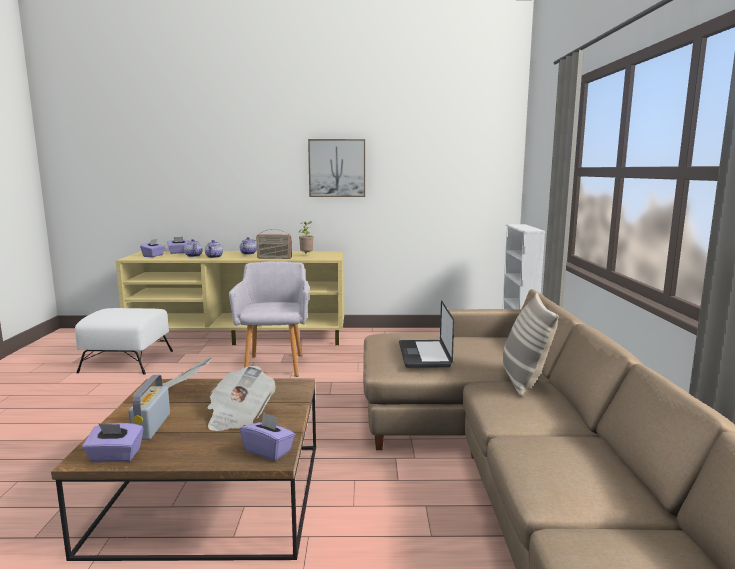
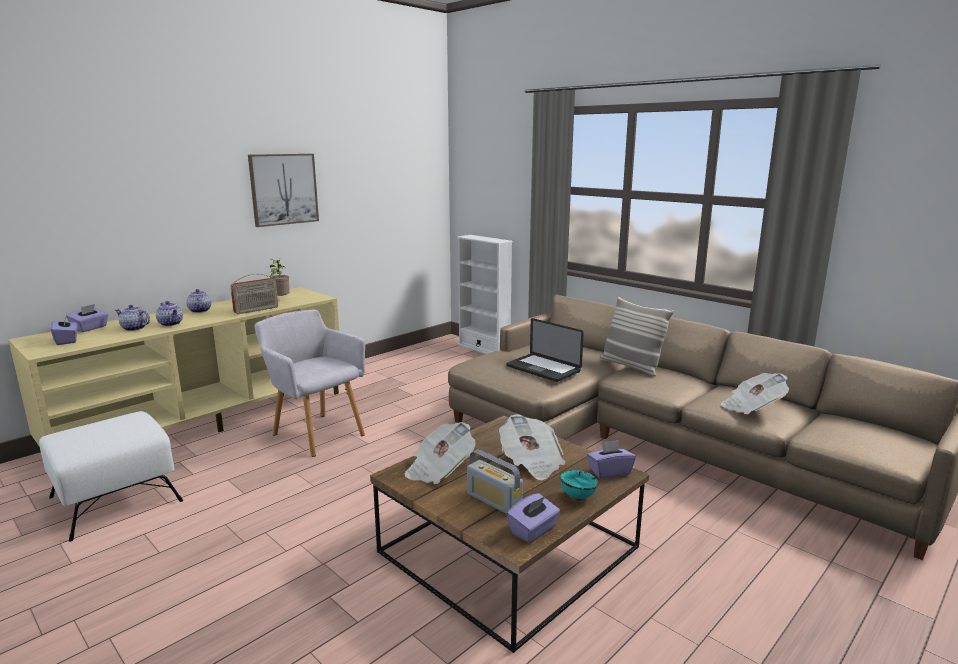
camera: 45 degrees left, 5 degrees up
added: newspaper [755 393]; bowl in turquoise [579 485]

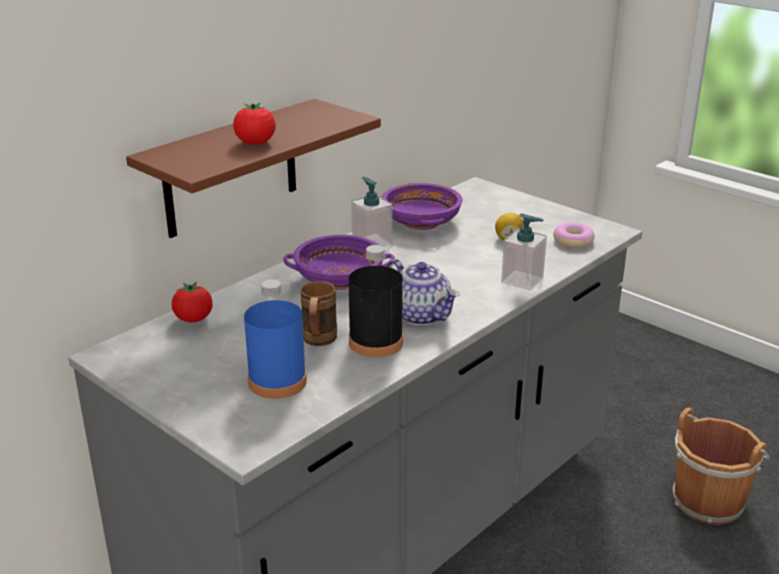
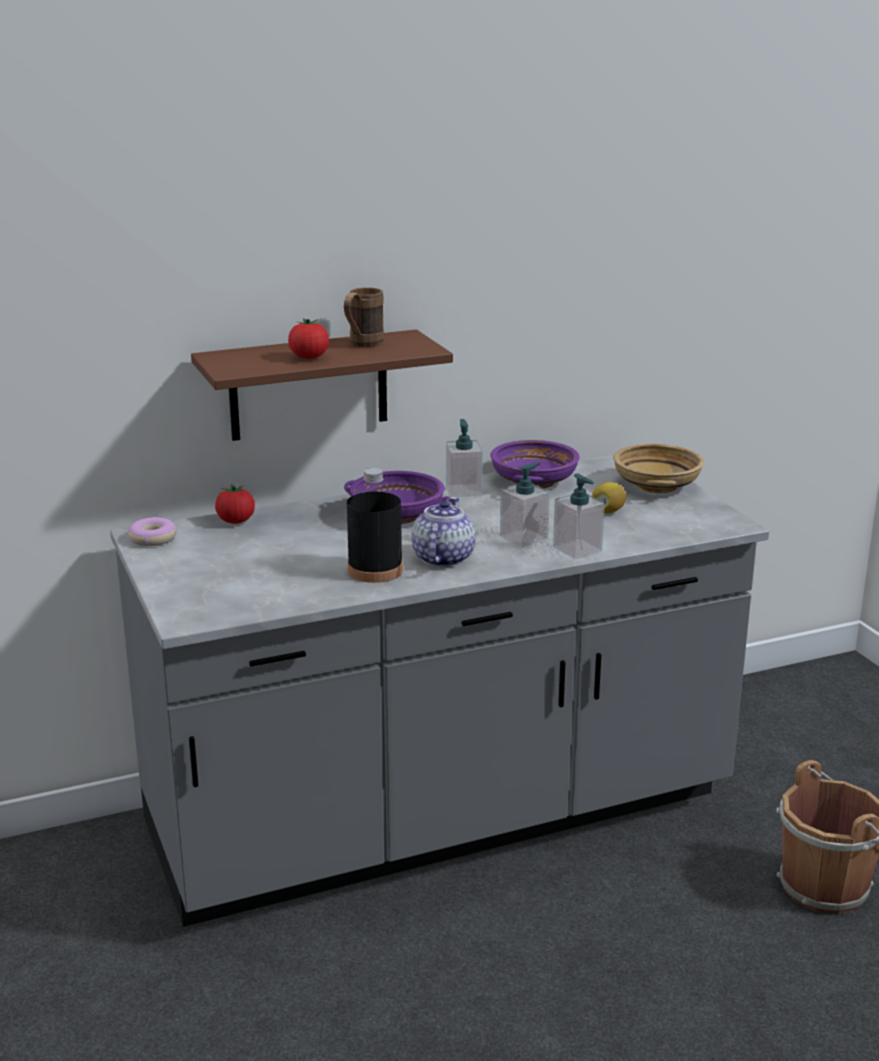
camera: 25 degrees right, 5 degrees down
removed: bottle in blue [275 339]
added: bowl in beige [658 468]; soap dispenser [525 504]
moved: donut [574 235] to [152 531]; mug in brown [318 313] to [364 317]
turned: teapot [422 292] = [444 532] 150 degrees counterclockwise

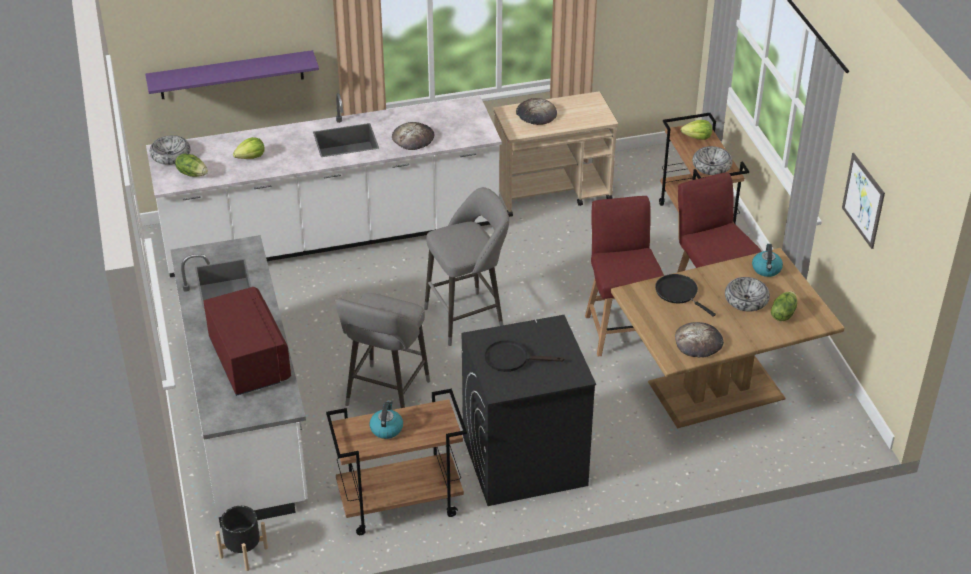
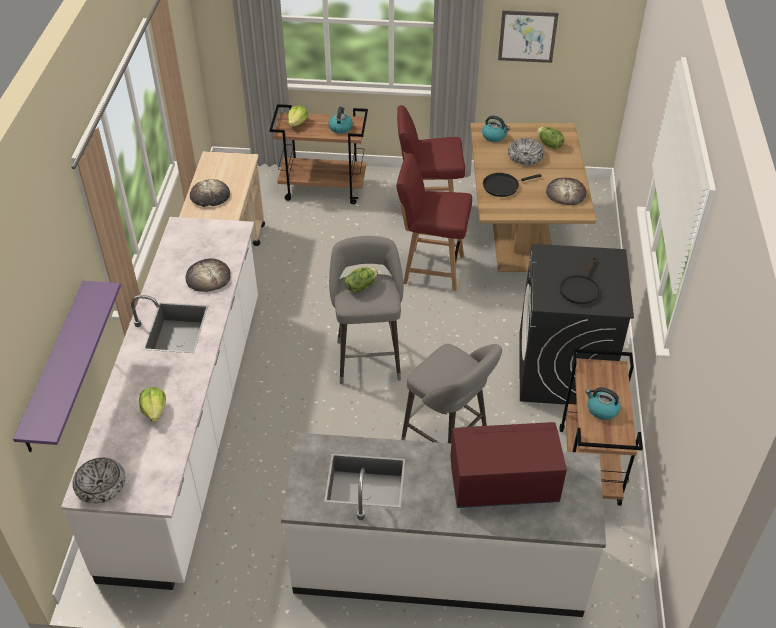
camera: 70 degrees left, 5 degrees up
removed: planter in black [242 538]
moved: lettuce [191 165] to [361 279]
replaced: bowl [712 160] to kettle [340 120]

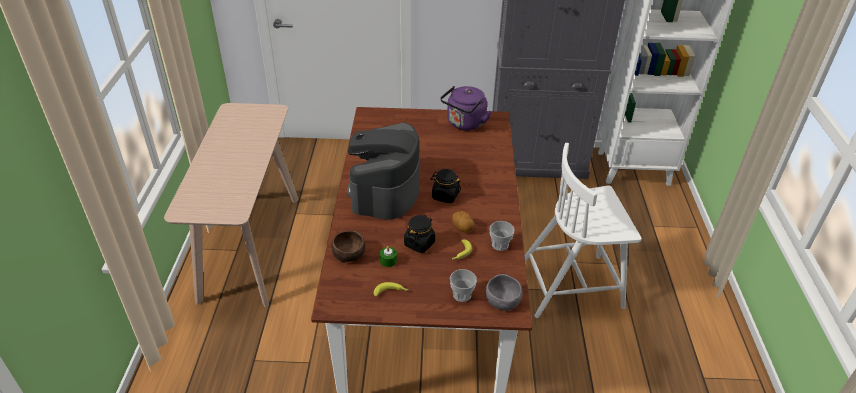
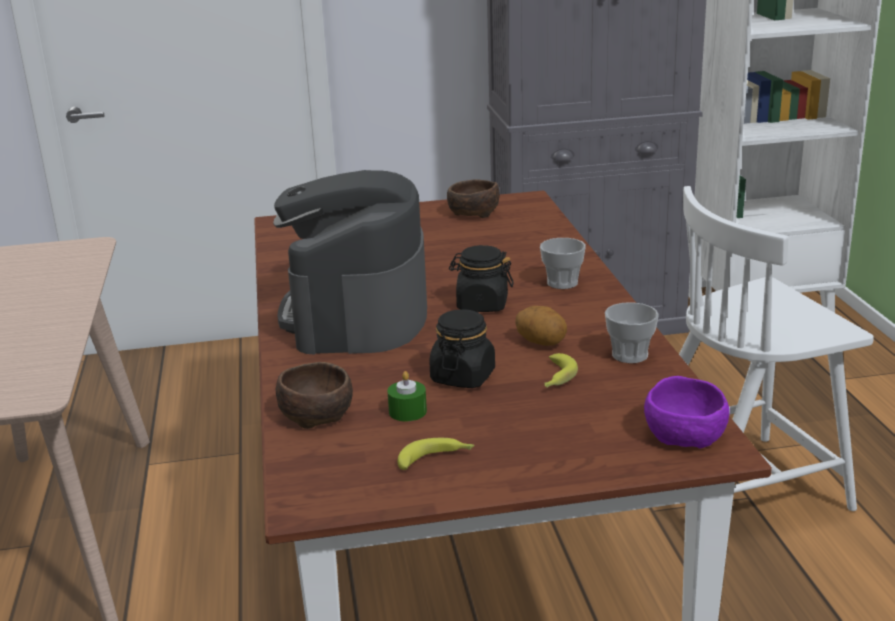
camera: 10 degrees left, 15 degrees down
moved: cup [463 285] to [563 263]
replaced: kettle in purple [466 108] to bowl in brown [473 198]
recoloured: bowl in grey [504 292] to bowl in purple [687 412]

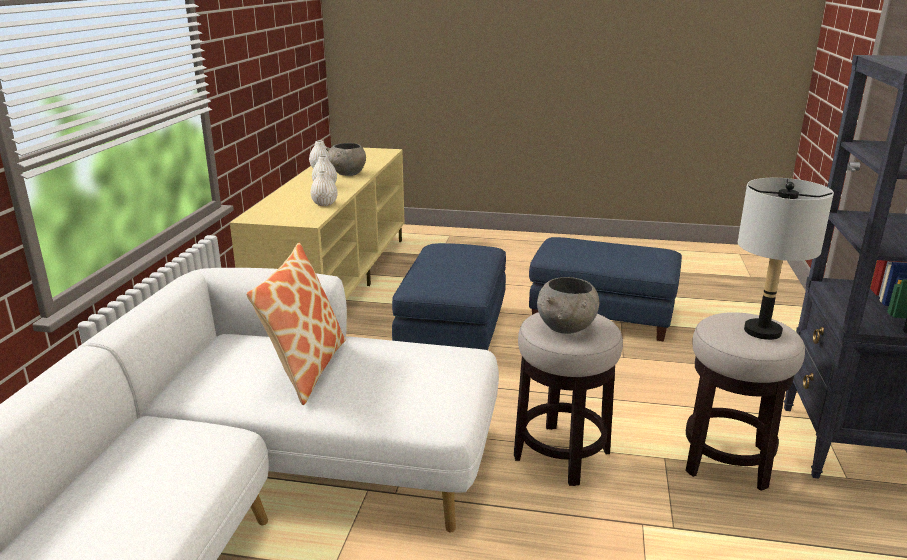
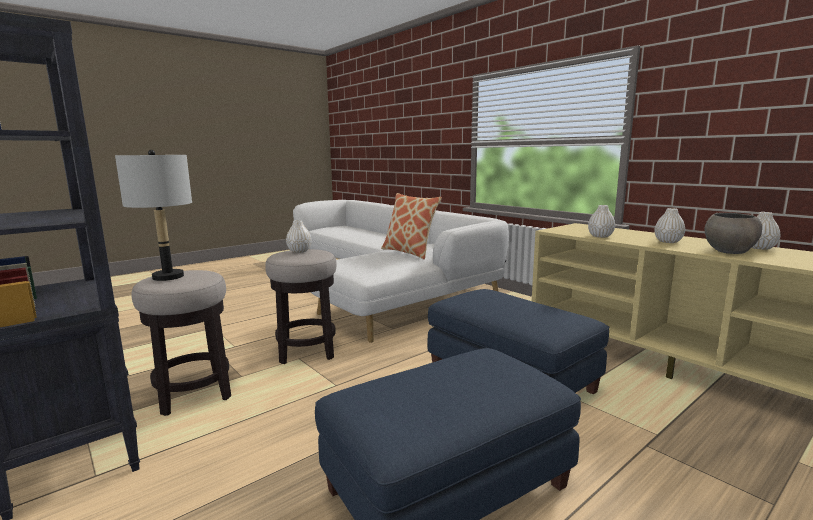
camera: 130 degrees right, 10 degrees down
replaced: bowl in grey [568 305] to vase in white [299 236]

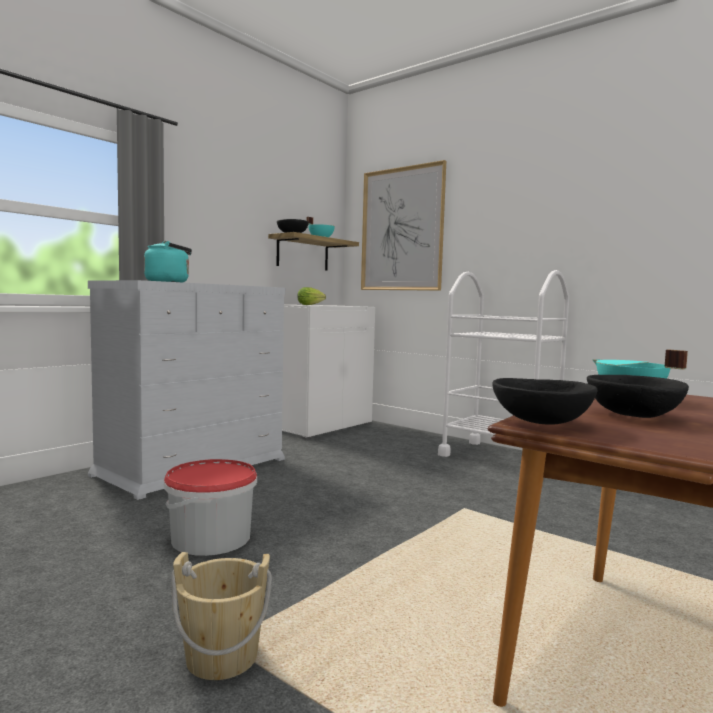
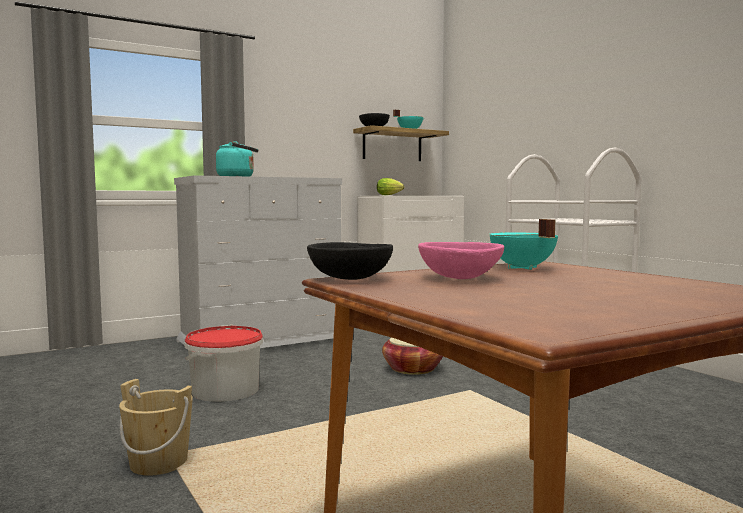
camera: 20 degrees right, 0 degrees up
removed: picture [403 225]
added: basket [412 356]
recoloured: bowl in black [638 396] to bowl in pink [461 260]

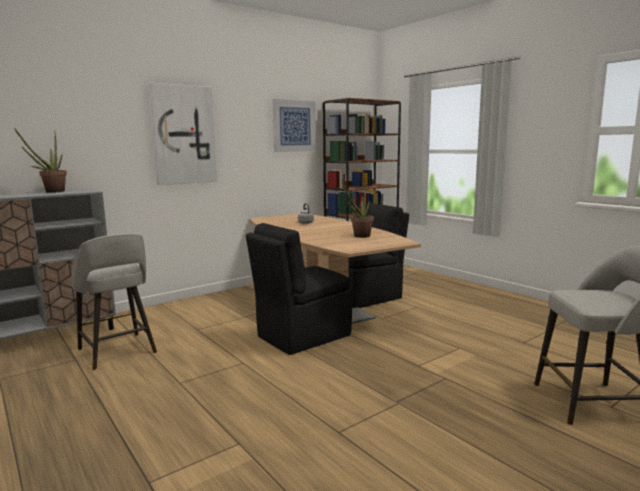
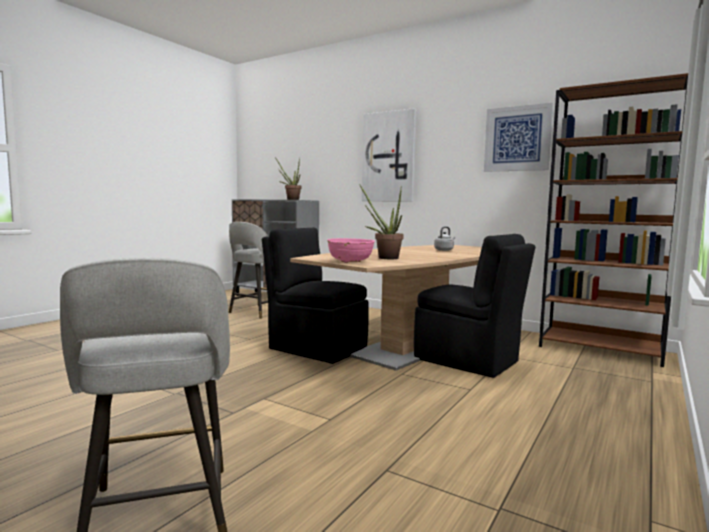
camera: 70 degrees right, 5 degrees down
added: bowl in pink [351 250]

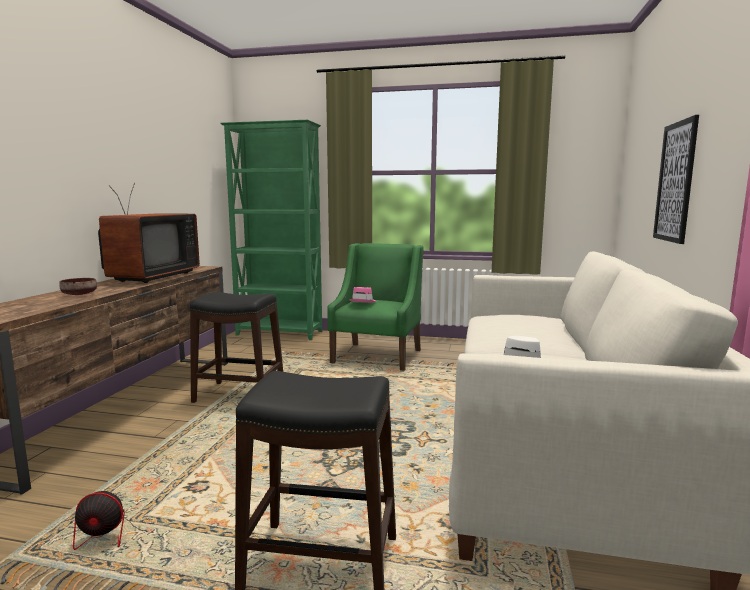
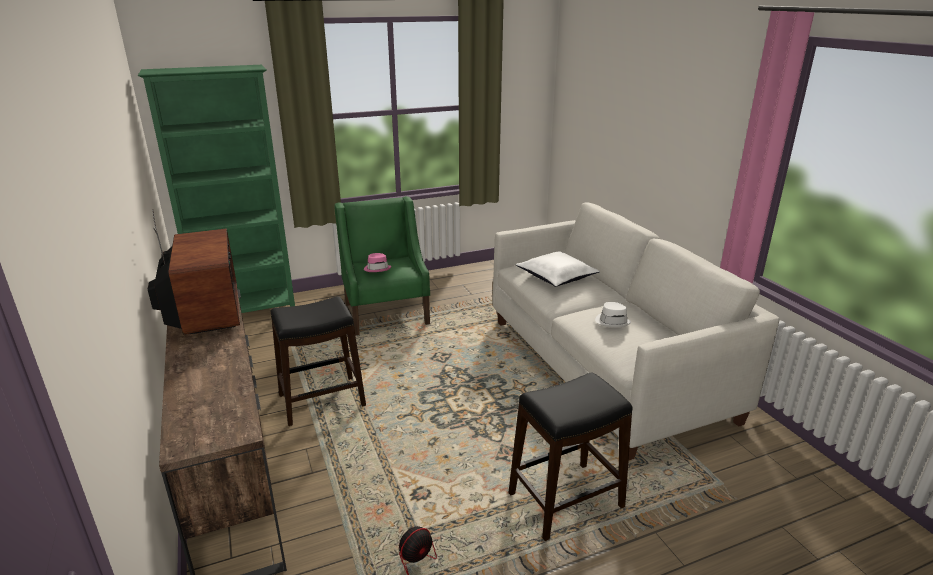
camera: 35 degrees left, 15 degrees up
removed: picture [676 179]; bowl in brown [78 286]
added: pillow in white [557 269]

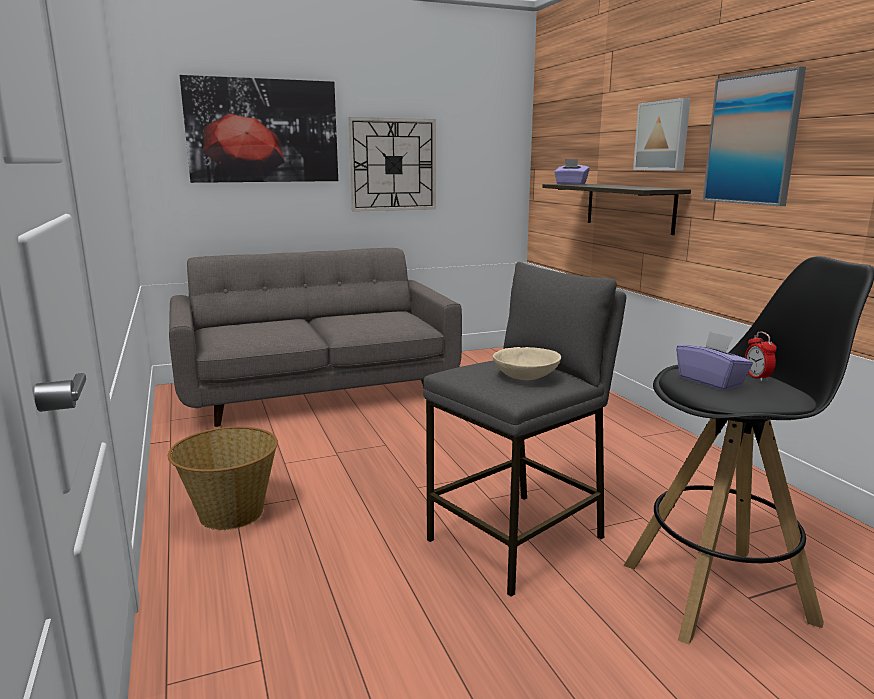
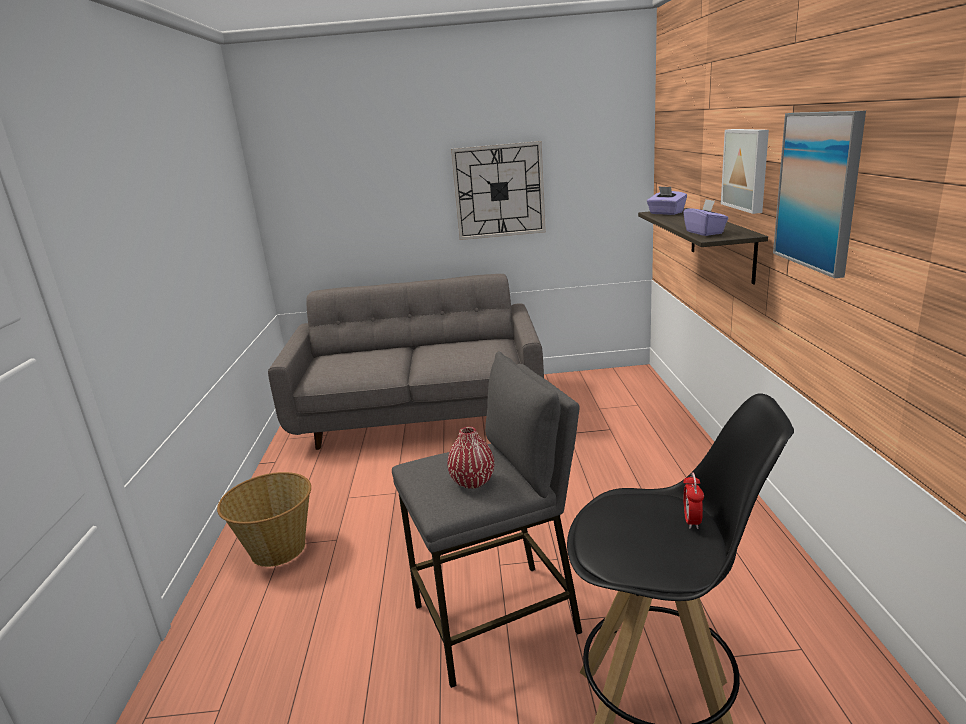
camera: 20 degrees right, 5 degrees up
removed: picture [259 129]
moved: tissue box in purple [714 360] to [705 217]
replaced: bowl in beige [527 363] to vase in red [470 458]

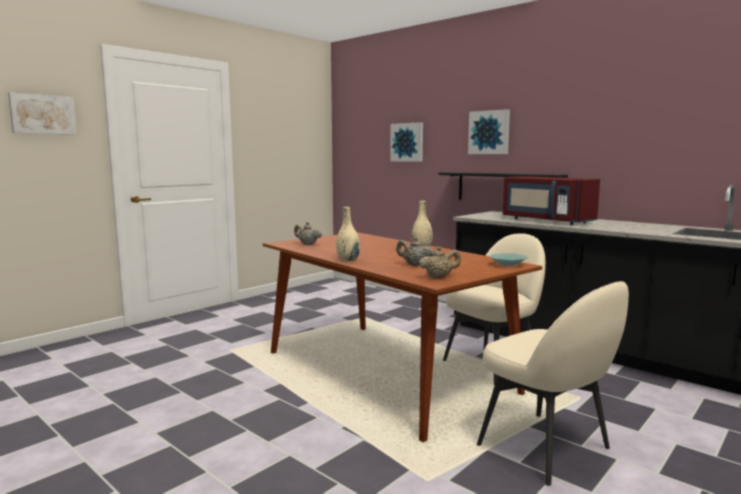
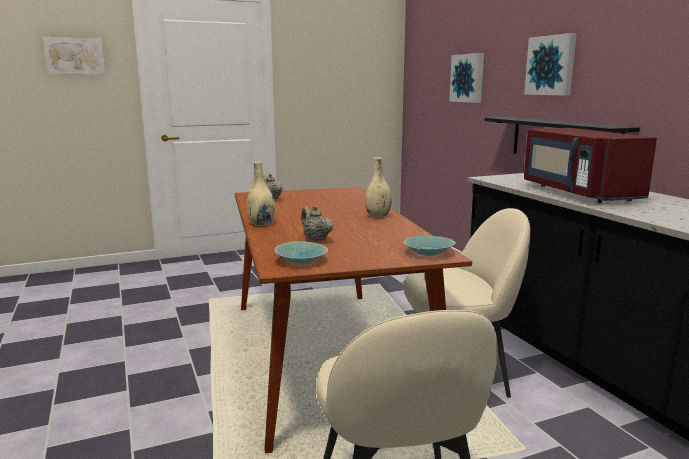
camera: 25 degrees right, 5 degrees up
replaced: teapot in beige [440 262] to bowl in turquoise [301 252]

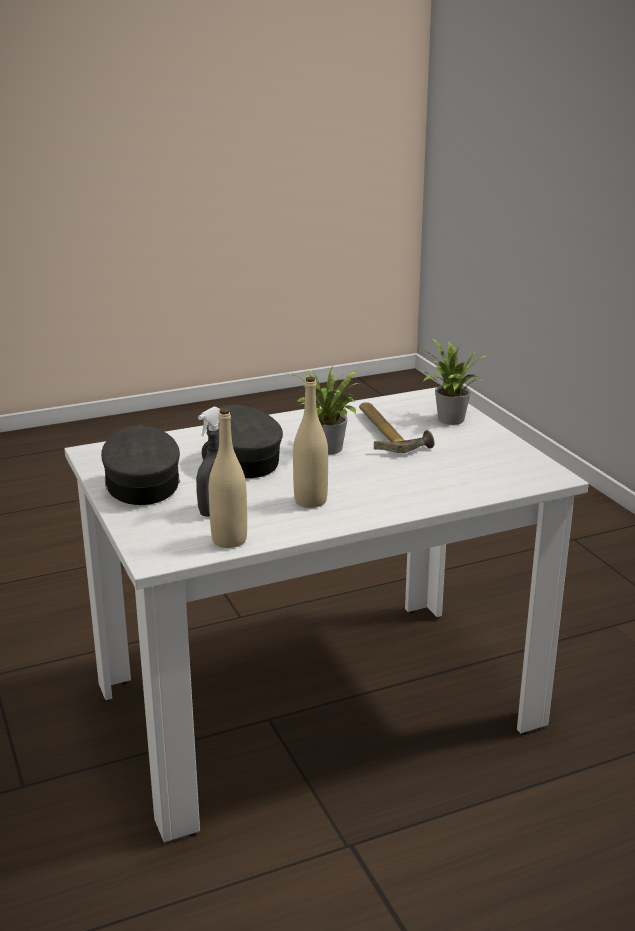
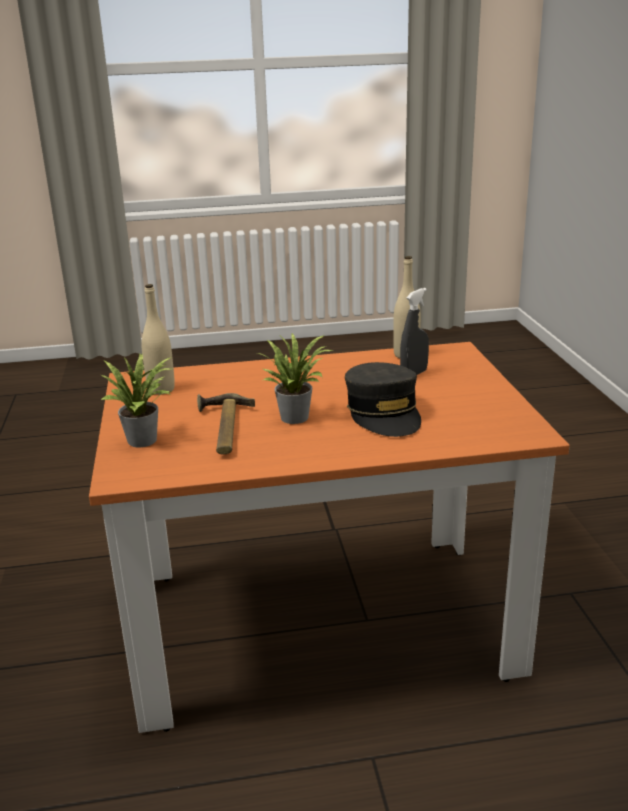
camera: 165 degrees left, 0 degrees up
removed: cap in grey [140 465]
moved: bottle in beige [310 442] to [158 339]
recoloured: dining table in white [326 614] to dining table in orange [329 537]

